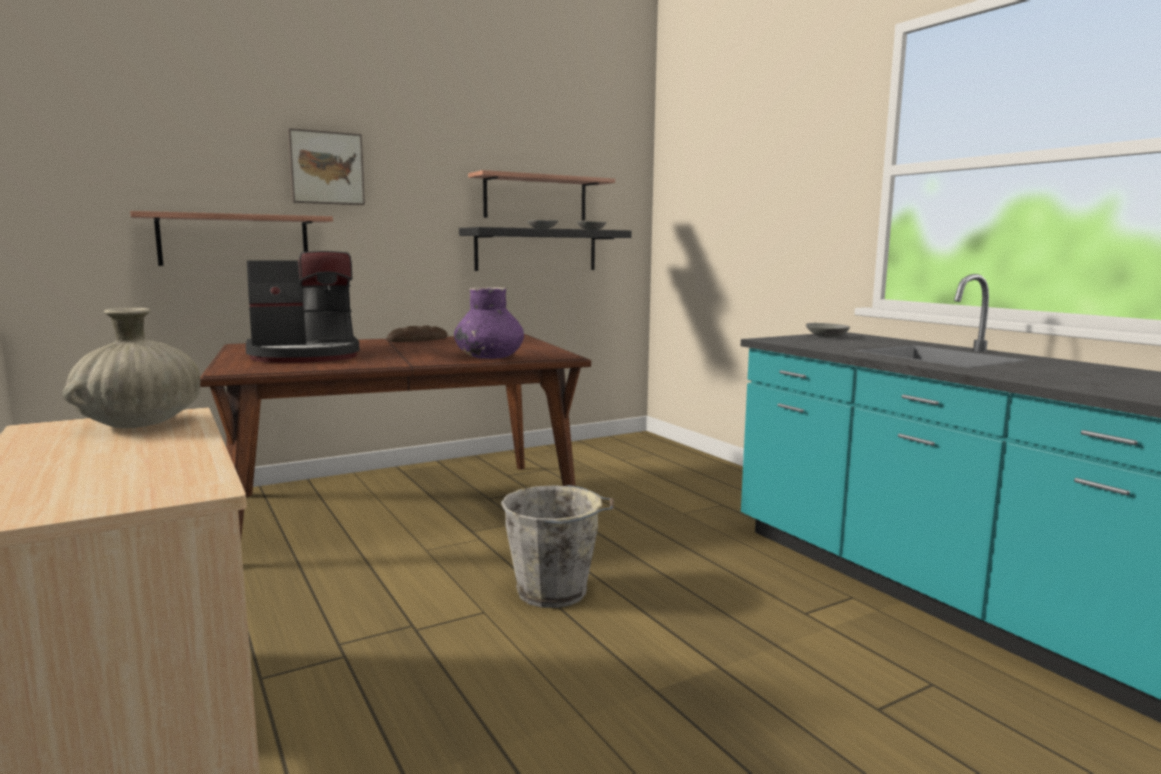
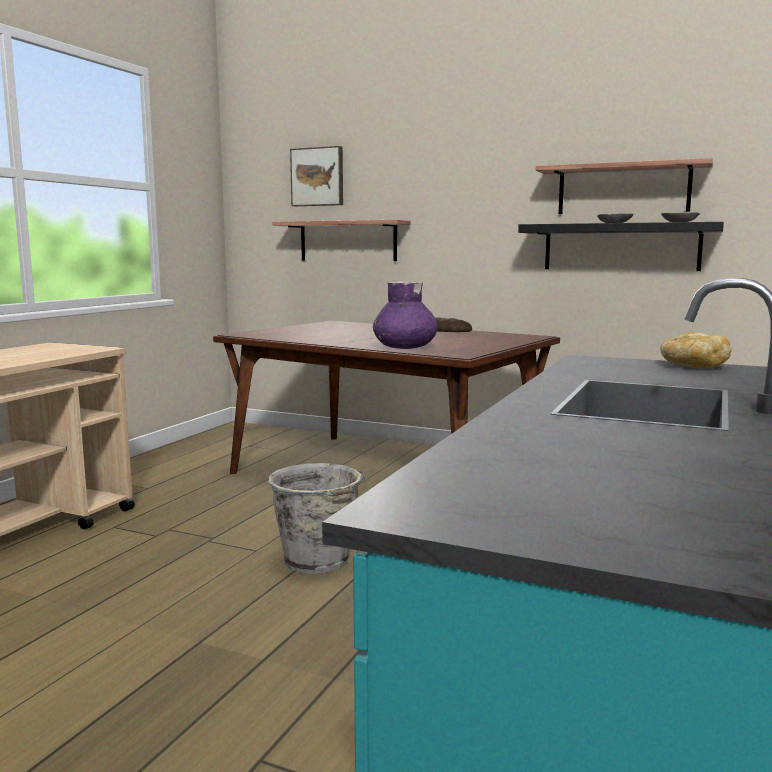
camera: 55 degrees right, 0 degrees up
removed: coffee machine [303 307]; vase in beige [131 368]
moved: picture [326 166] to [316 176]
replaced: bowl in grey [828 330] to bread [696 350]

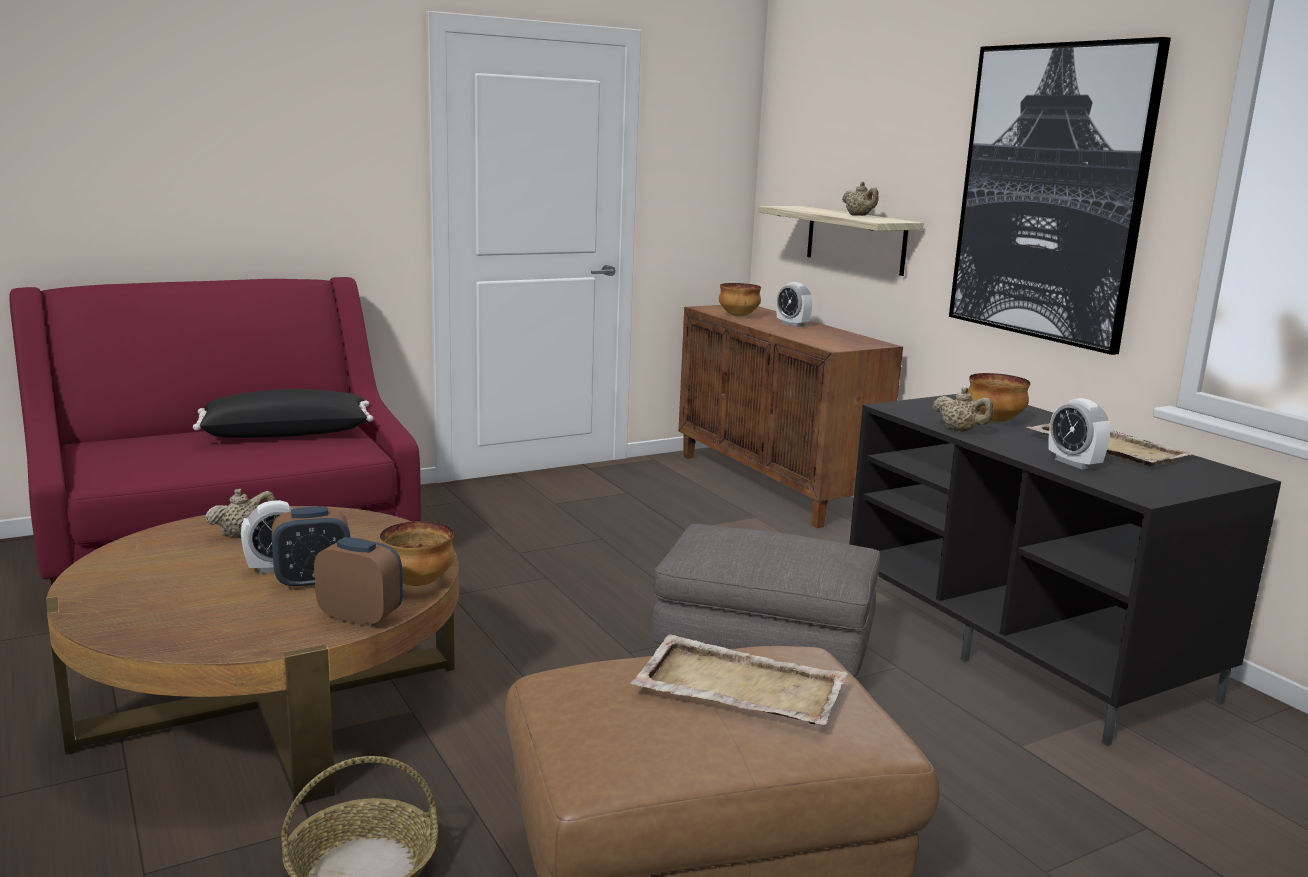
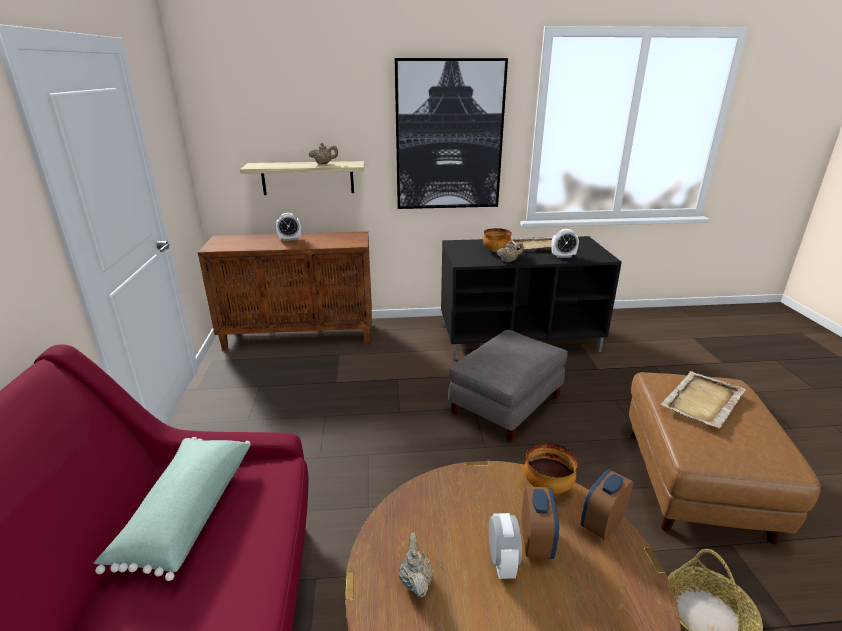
camera: 65 degrees left, 10 degrees up
removed: bowl [740 299]
recoloured: pillow in black [283 413] to pillow in green [172 509]

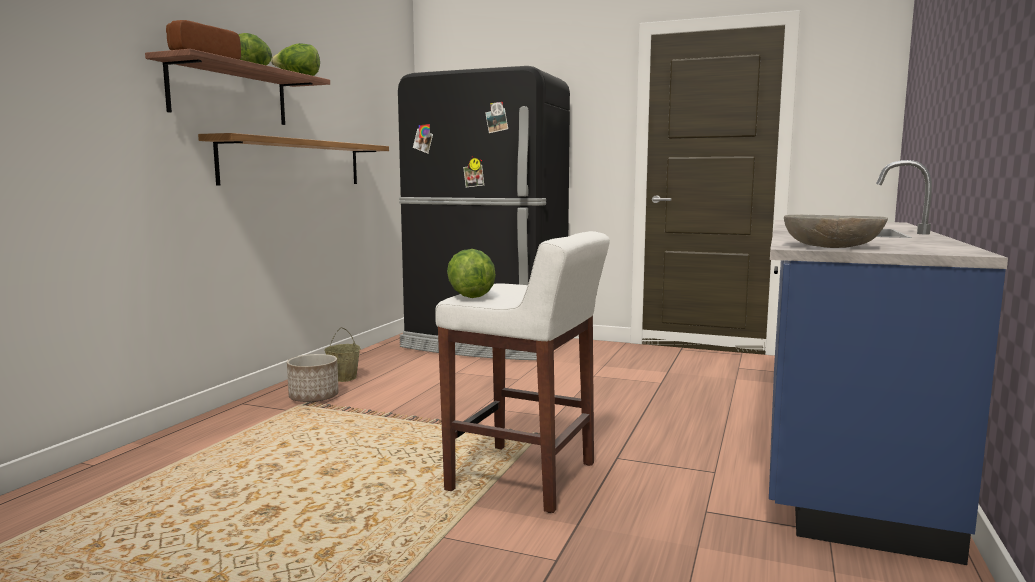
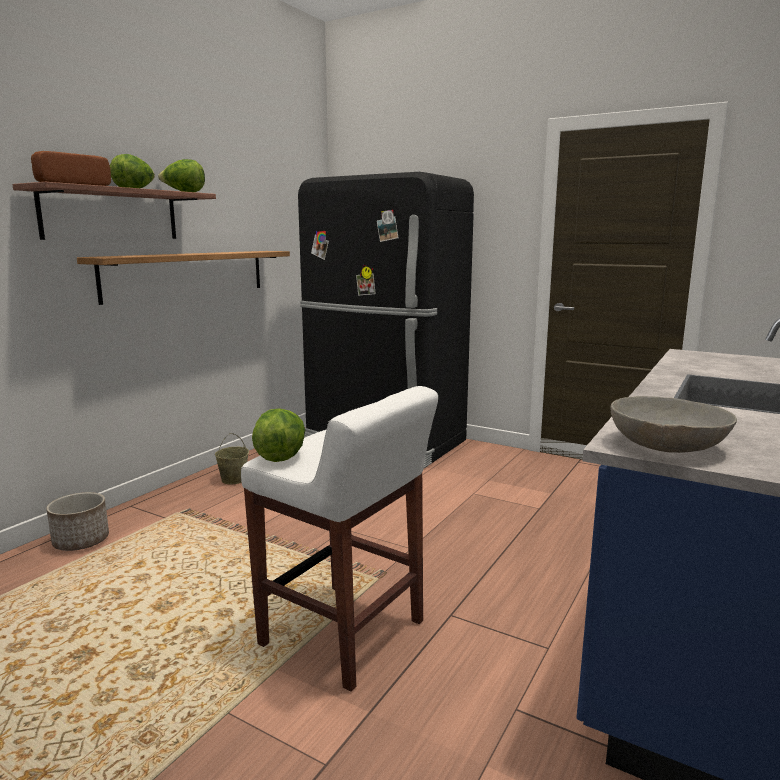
camera: 10 degrees right, 5 degrees up
moved: planter [313 378] to [77 521]

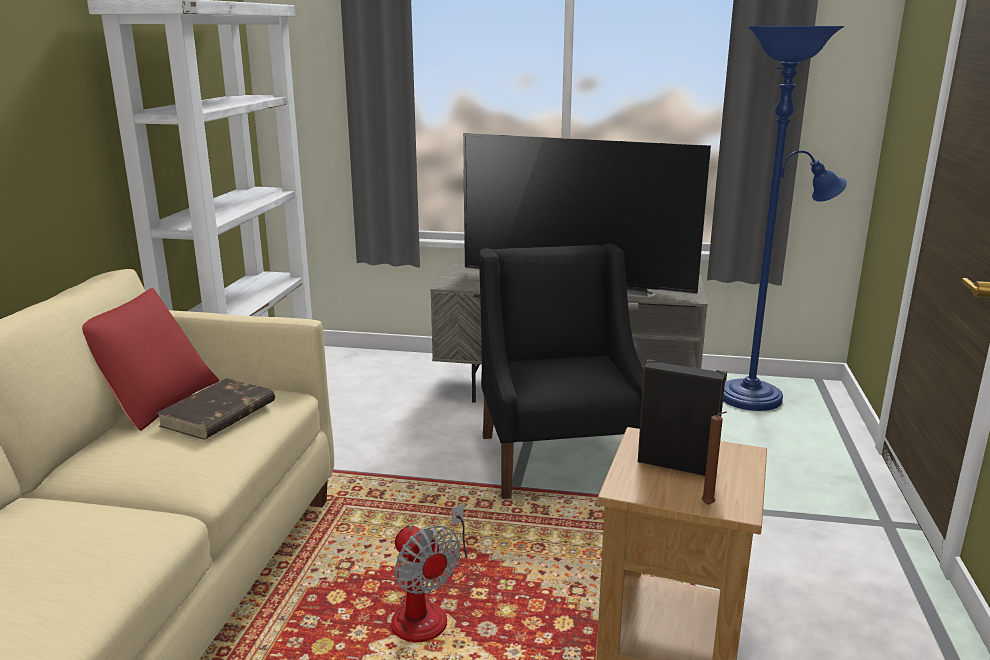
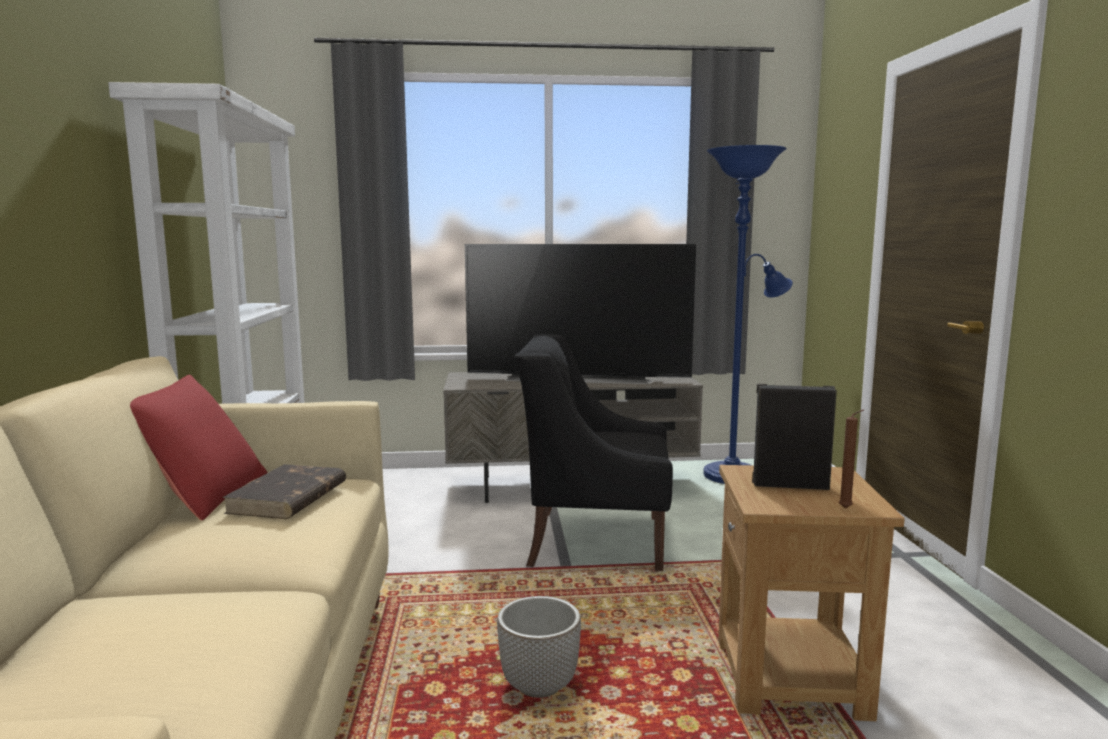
camera: 15 degrees left, 10 degrees down
replaced: fan [429 573] to planter [539 647]
turned: armchair in black [561 371] = [594 452] 60 degrees counterclockwise

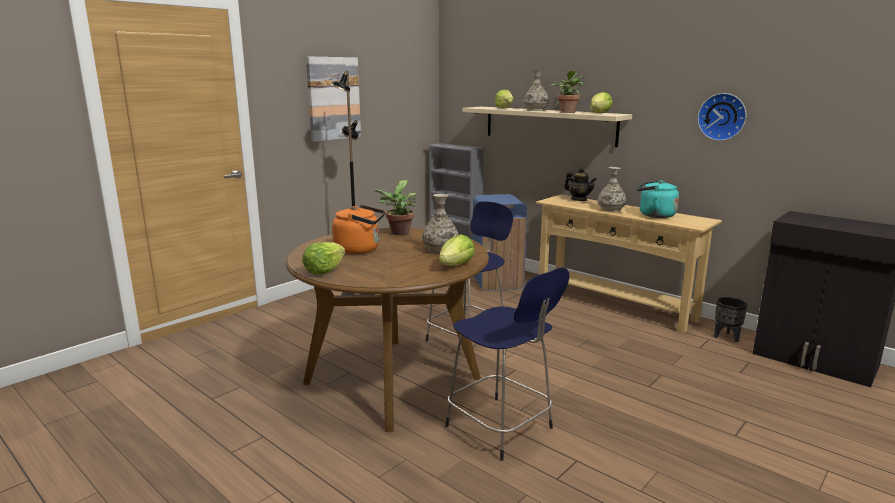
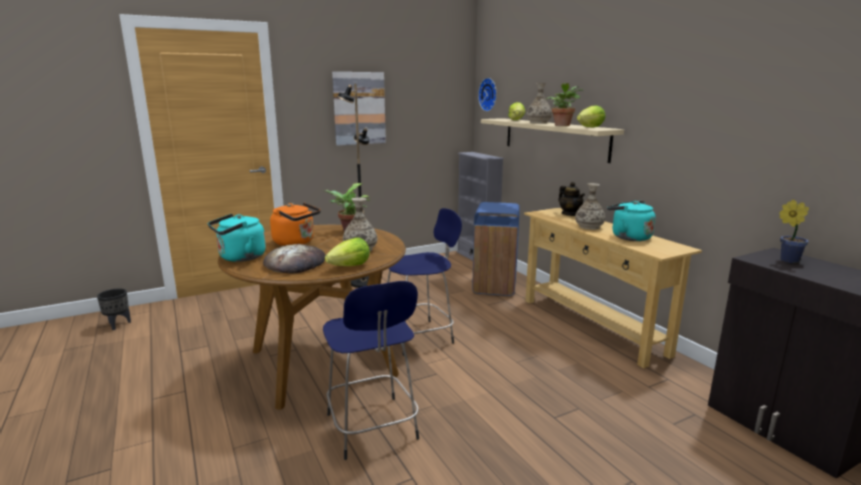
camera: 20 degrees right, 0 degrees up
added: potted plant [794 231]; bread [294 259]
moved: wall clock [721 117] to [487 94]; planter in black [731 319] to [114 309]
replaced: lettuce [323 258] to kettle in turquoise [237 238]

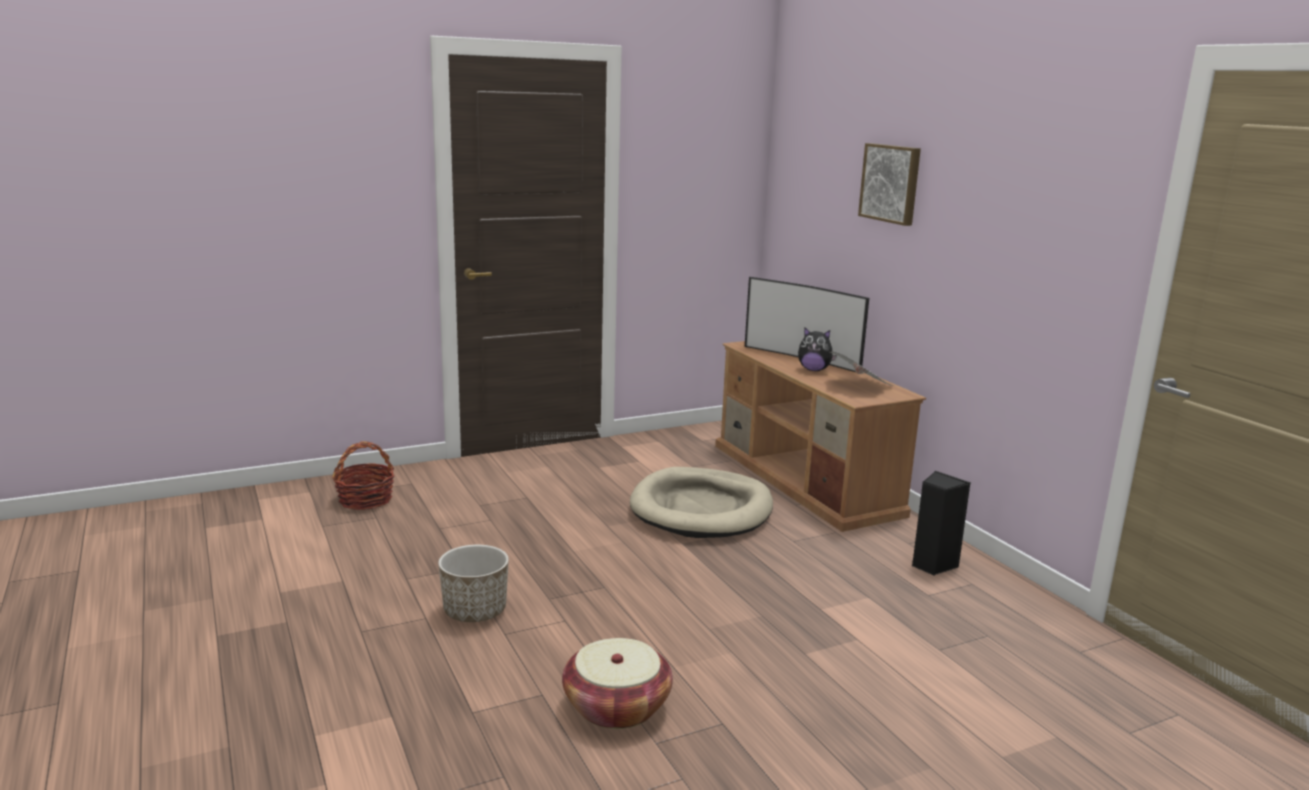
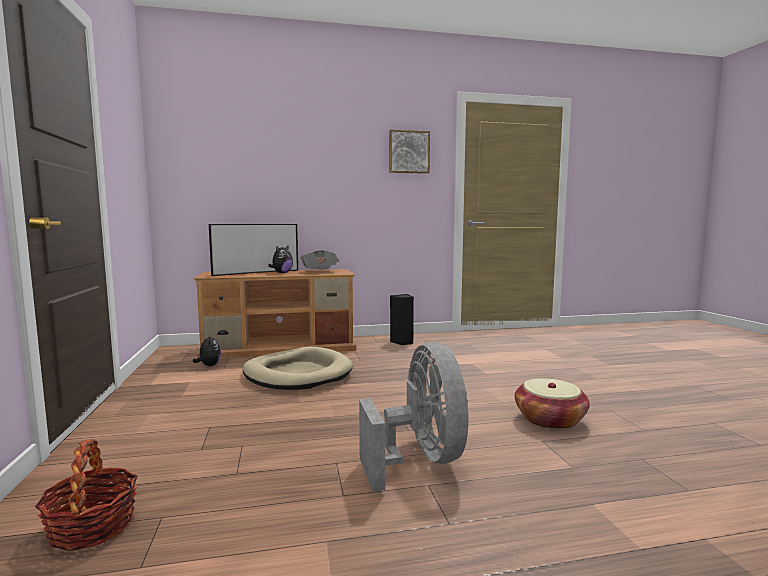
camera: 75 degrees left, 10 degrees down
added: plush toy [207 349]
moved: picture [889 184] to [409 152]
replaced: planter [473 583] to fan in grey [414 417]

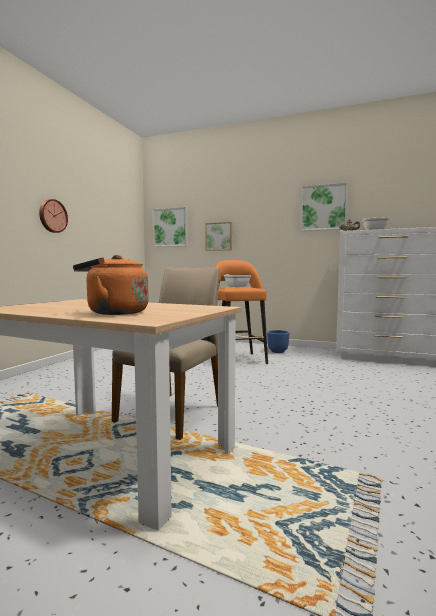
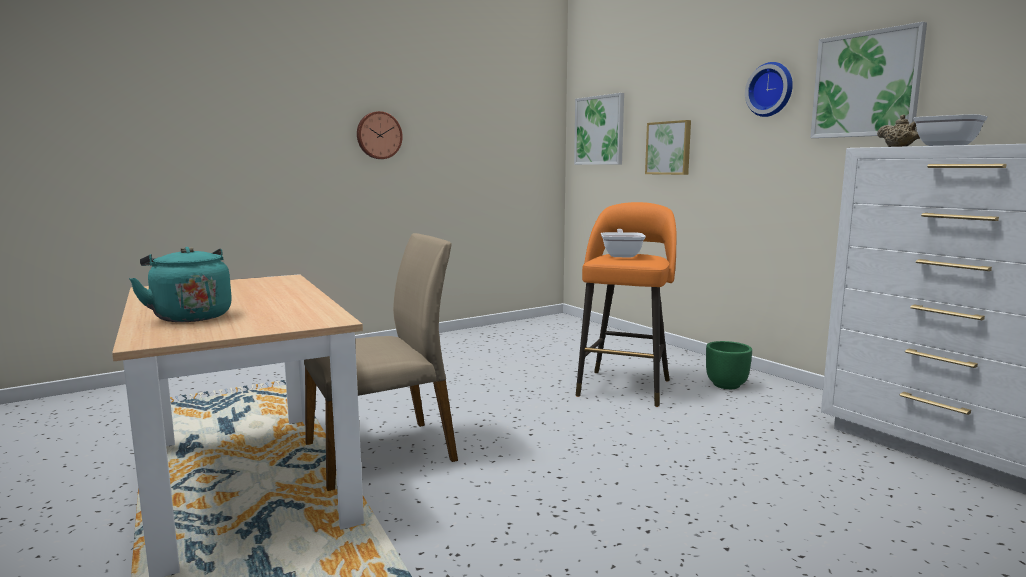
camera: 35 degrees right, 5 degrees up
added: wall clock [769 89]
recoloured: kettle in orange [111 285] to kettle in turquoise [180 284]; planter in blue [278 341] to planter in green [729 365]

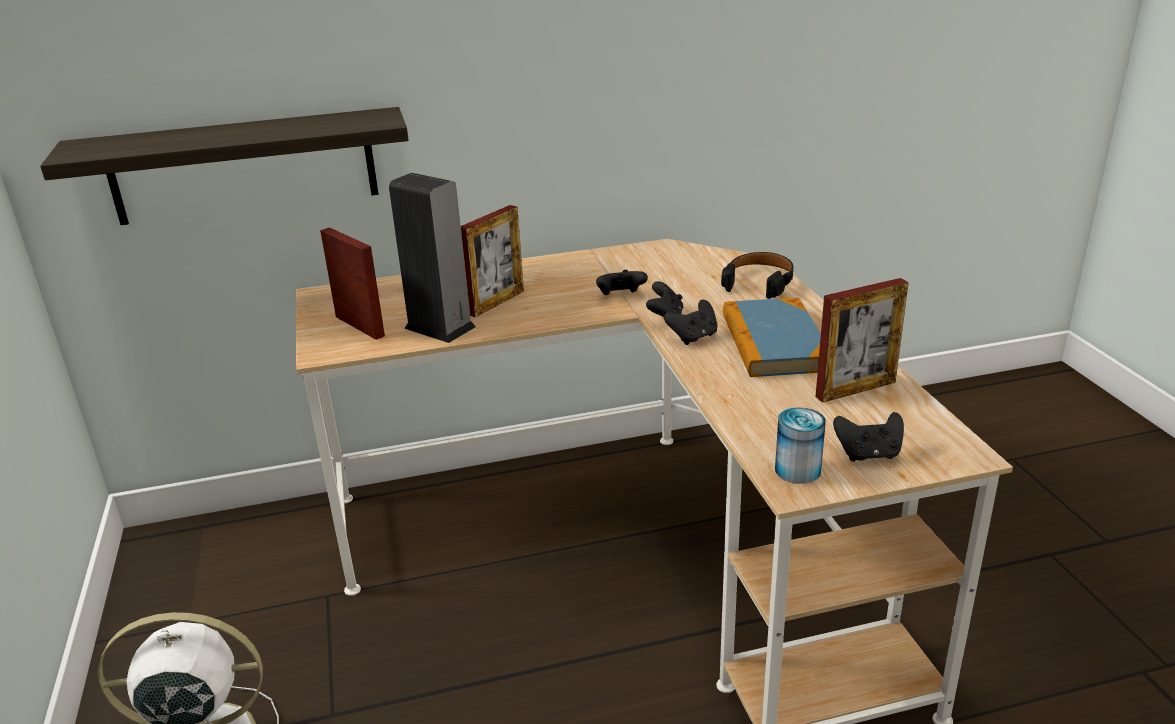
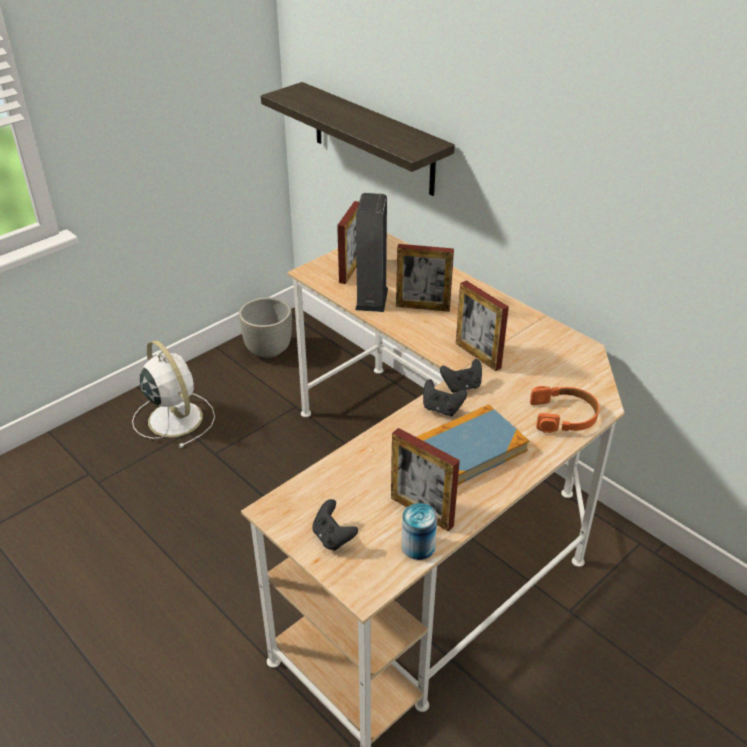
camera: 60 degrees right, 10 degrees up
added: planter in grey [265 327]
moved: can [800 445] to [419 531]
replaced: game controller in black [622 282] to picture frame [482 325]
recoloured: headphones in black [757 275] to headphones in orange [564 409]

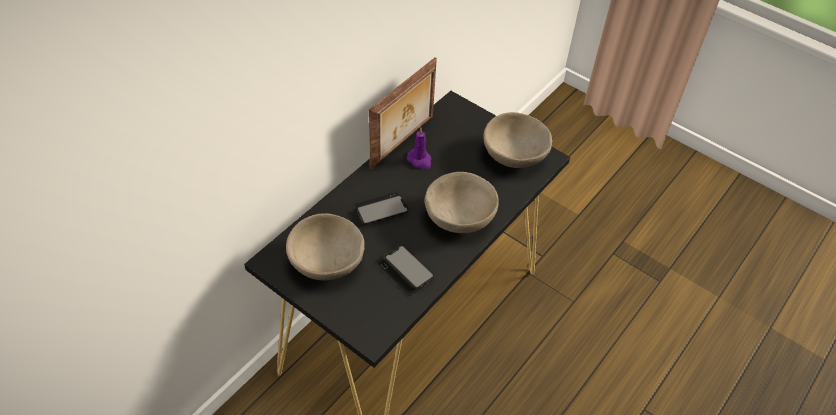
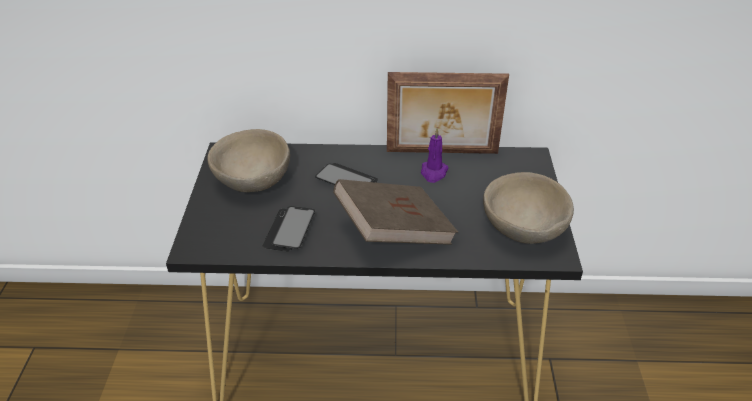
camera: 55 degrees right, 10 degrees down
replaced: bowl in beige [462 202] to book in brown [395 212]

